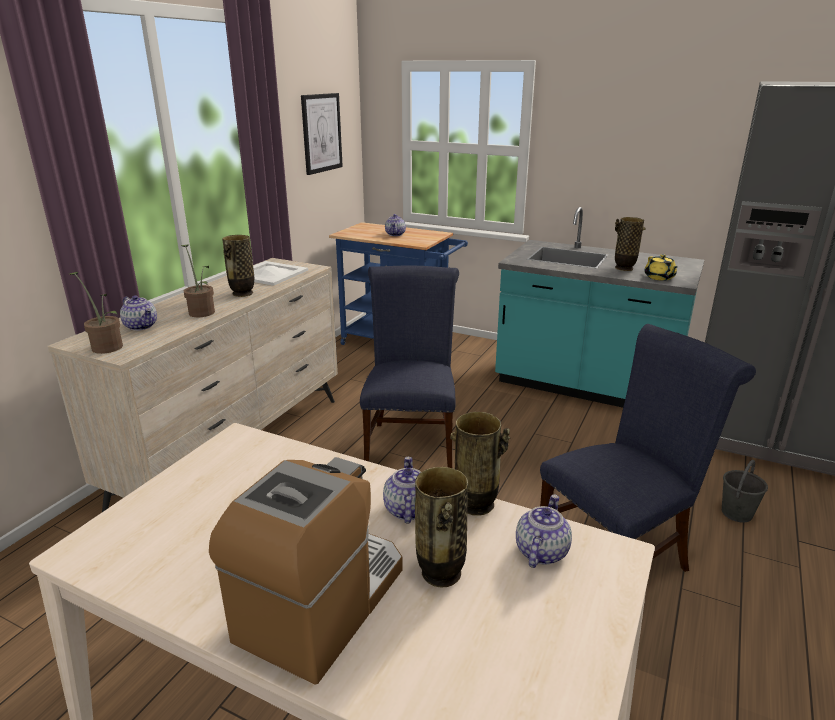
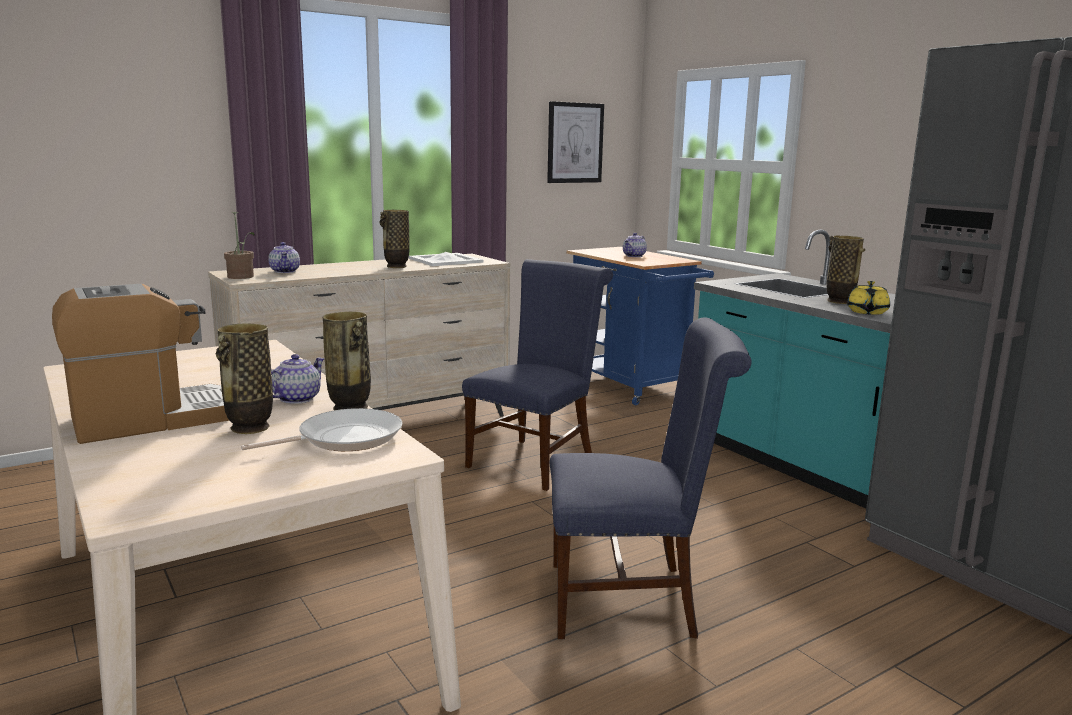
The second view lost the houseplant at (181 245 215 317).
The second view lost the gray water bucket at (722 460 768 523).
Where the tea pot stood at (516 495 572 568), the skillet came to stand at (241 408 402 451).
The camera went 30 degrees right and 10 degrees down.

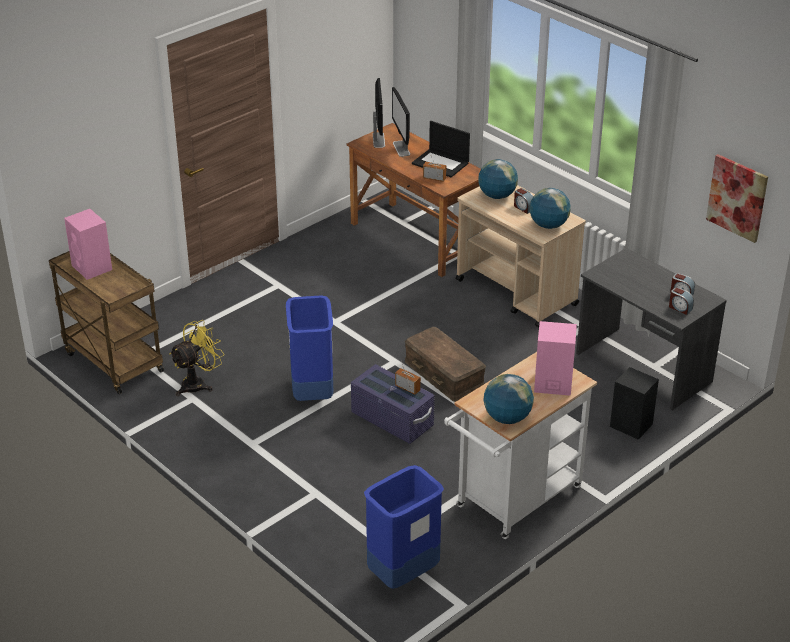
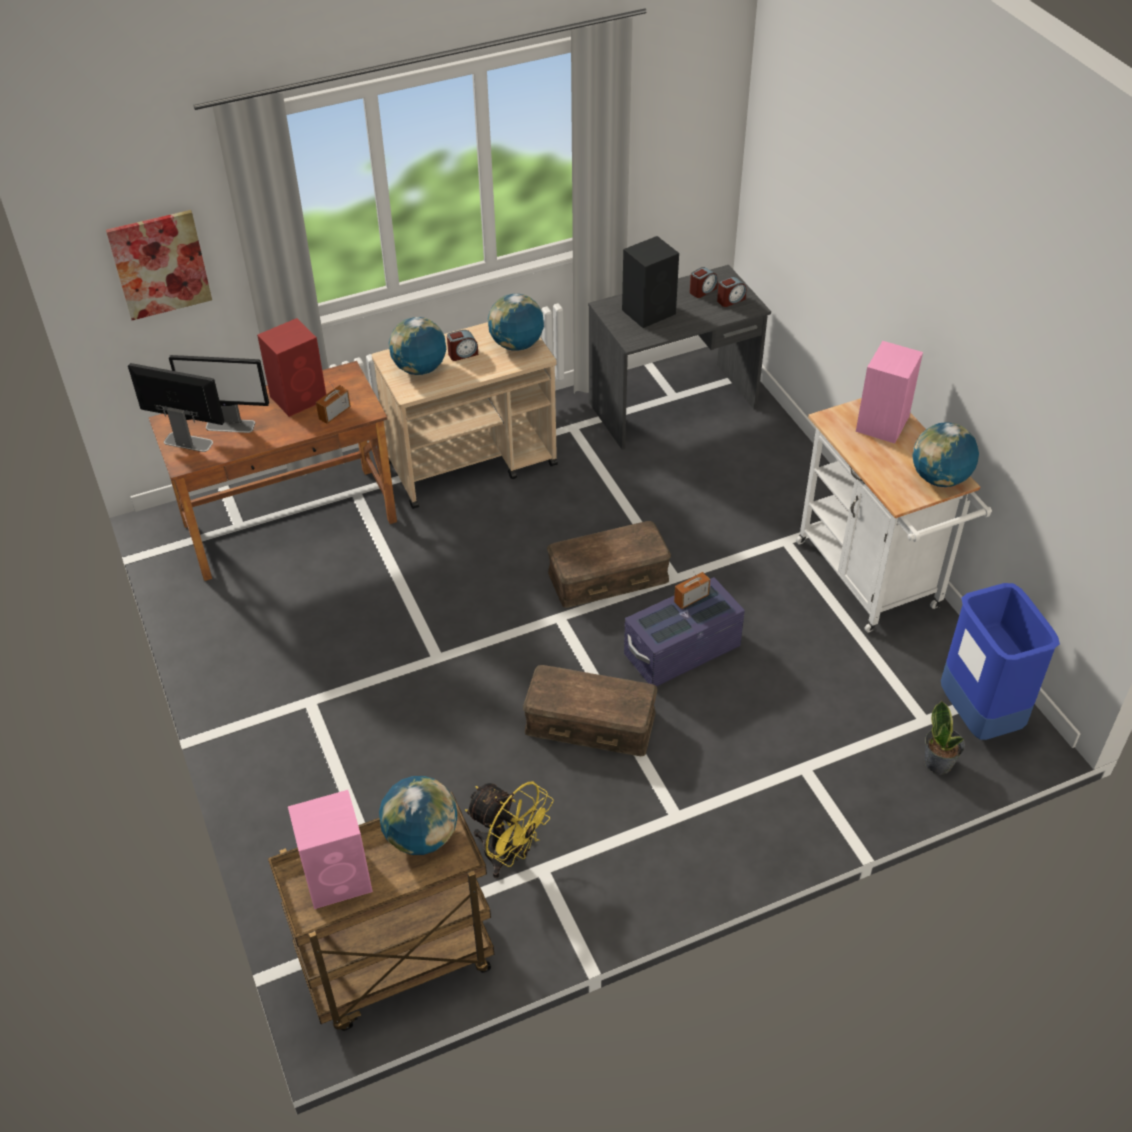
Where the notebook computer stood at (412 121 470 177), the red audio speaker came to stand at (257 318 326 417).
The wall picture ended up elsewhere, having gone from (706 154 768 243) to (106 210 212 320).
Where the bluish rubbish bin stood at (286 296 333 401), the brown-coloured storage bin came to stand at (523 665 658 756).
The yellowish cooling fan at (169 320 224 396) ended up facing another way, 150 degrees clockwise from before.
The blackish audio speaker ended up elsewhere, having gone from (610 367 659 440) to (622 236 679 328).
The second view gained the houseplant at (924 700 965 775).
The second view gained the world globe at (379 776 457 855).
The camera went 70 degrees left and 10 degrees up.

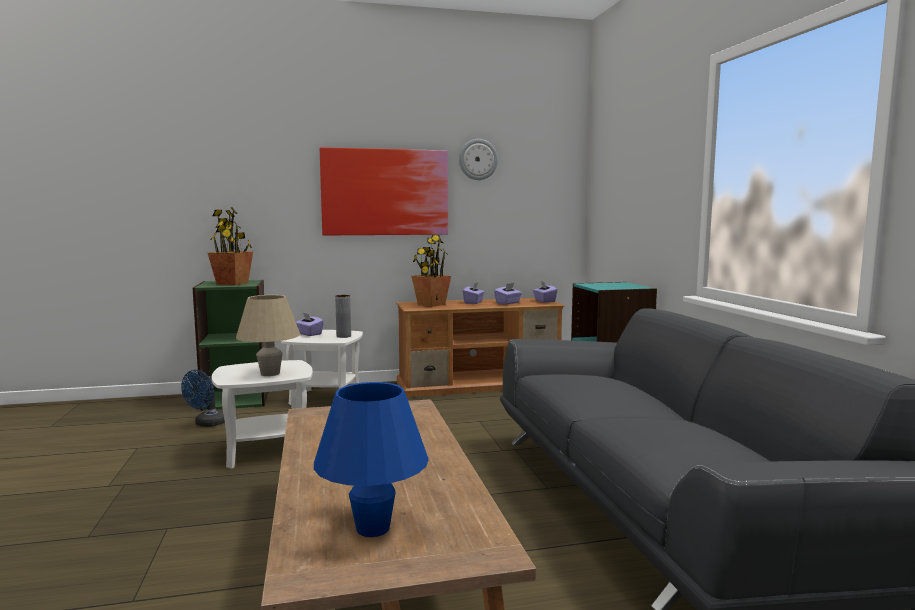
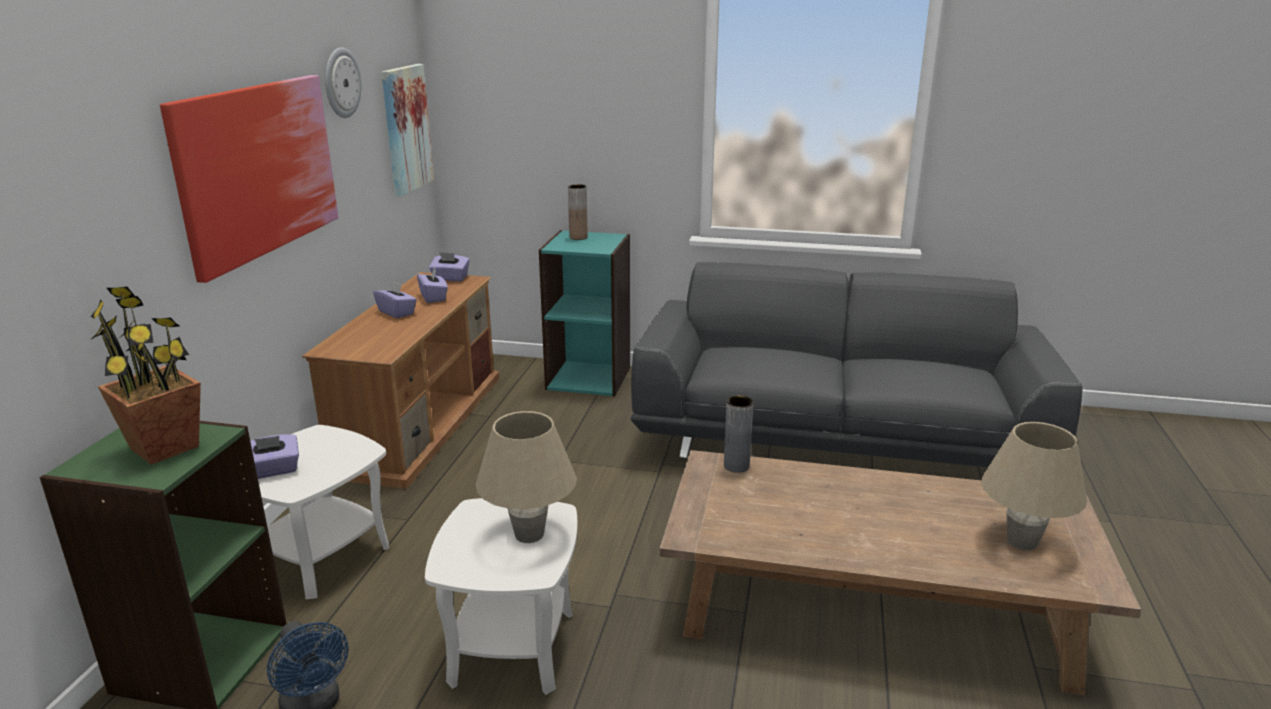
The second view lost the houseplant at (412 235 451 307).
The gray decorative vase ended up elsewhere, having gone from (335 295 351 338) to (724 396 753 473).
What was the bluish table lamp at (314 382 429 537) turned into the beige table lamp at (981 422 1087 551).
The second view gained the wall picture at (381 64 434 197).
The second view gained the brown-coloured decorative vase at (568 184 588 240).
The camera went 65 degrees left and 15 degrees up.

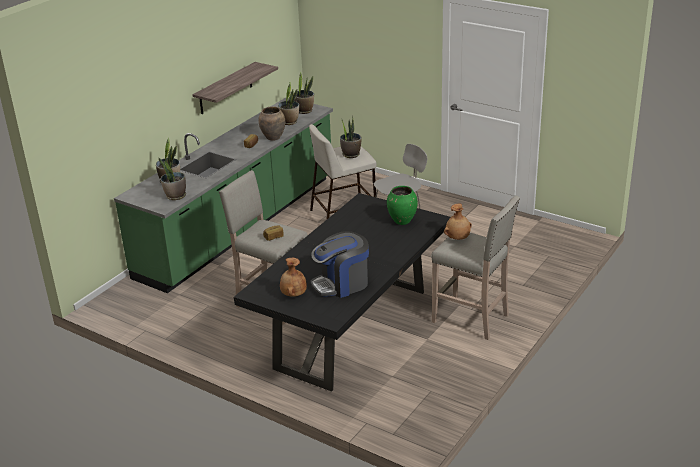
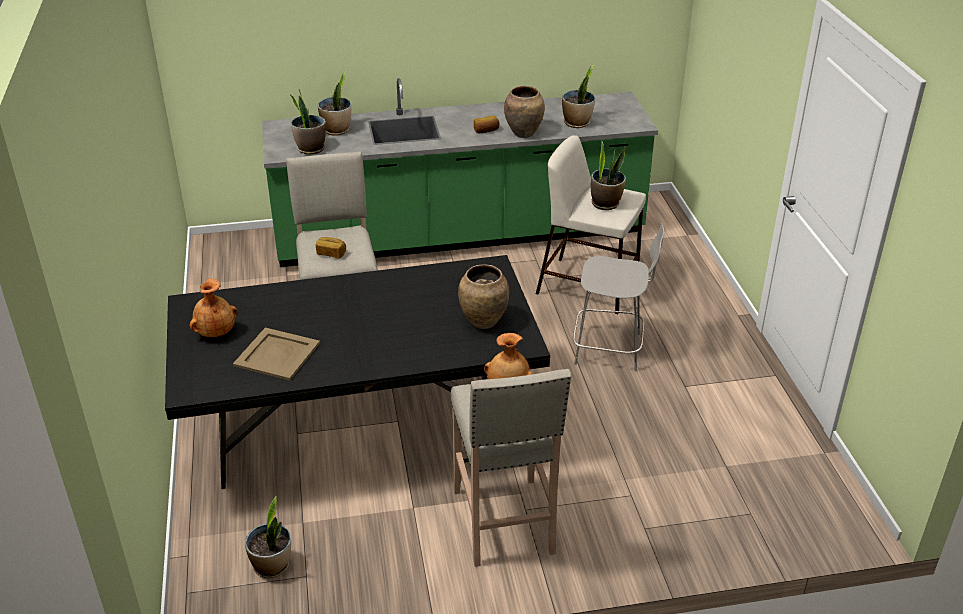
The second view lost the shelf at (192 62 278 114).
The houseplant ended up elsewhere, having gone from (294 72 314 114) to (245 495 291 578).
What was the green decorative vase at (387 186 418 225) turned into the brown-coloured decorative vase at (458 264 509 329).
Where the coffee brewer stood at (311 231 369 298), the beige carrying tray came to stand at (233 328 320 381).
The camera went 45 degrees right and 5 degrees up.

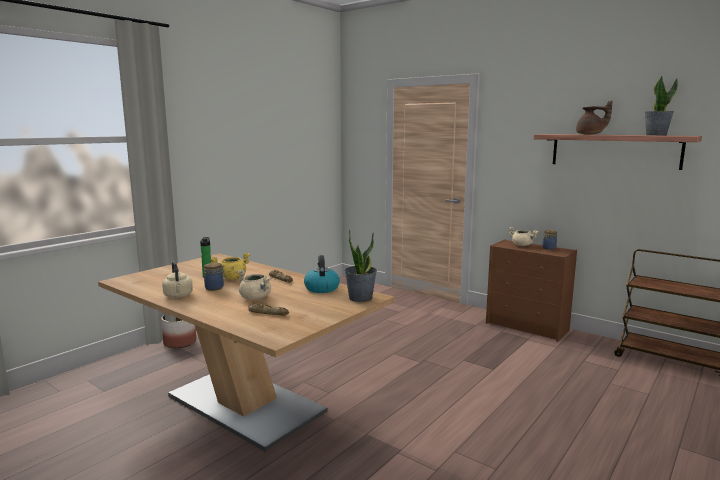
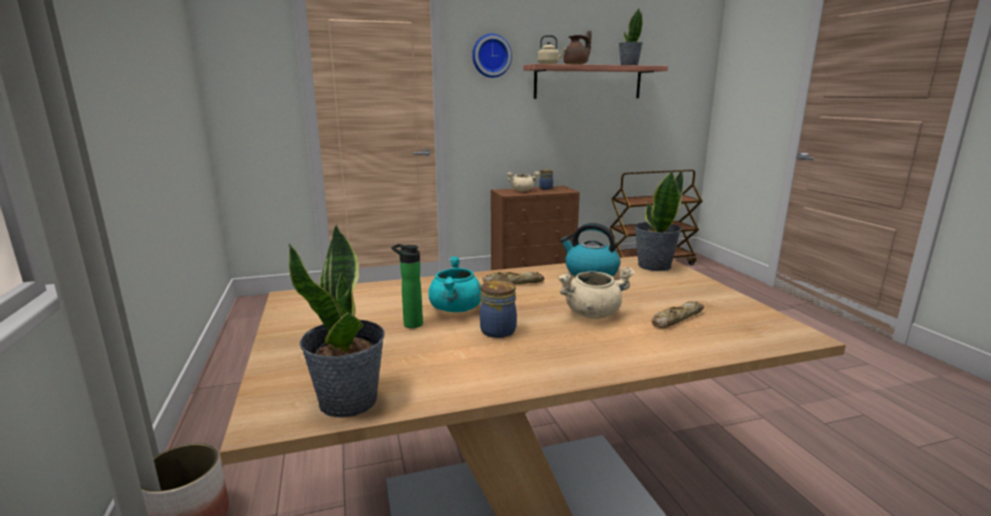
What was the yellowish cooking pot at (210 253 250 279) turned into the blue-green cooking pot at (428 256 481 312).
The beige kettle ended up elsewhere, having gone from (162 261 193 298) to (537 35 566 64).
The second view gained the wall clock at (472 34 512 78).
The second view gained the houseplant at (289 224 385 418).
The camera went 55 degrees left and 5 degrees up.

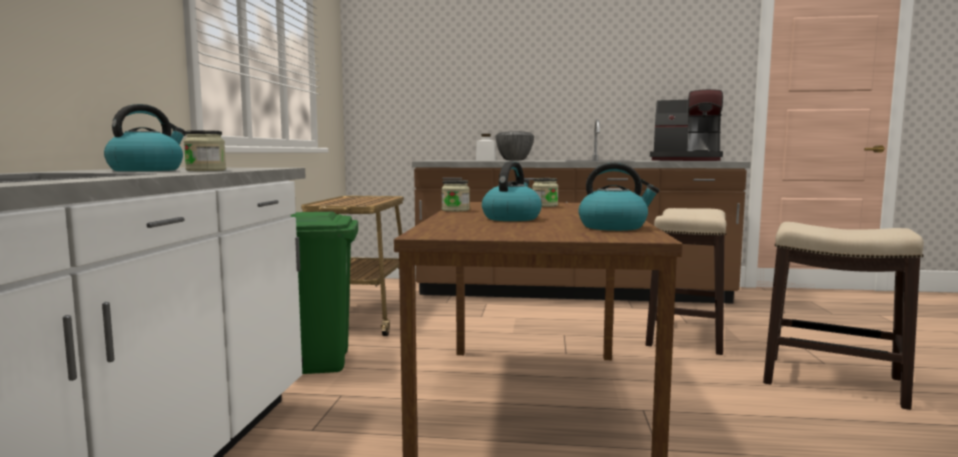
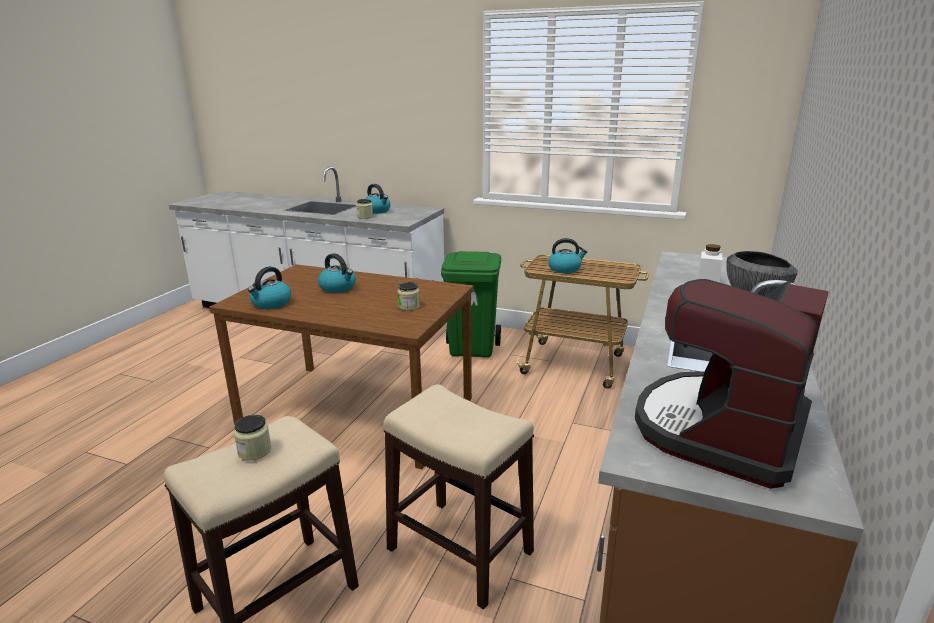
The storage jar ended up elsewhere, having gone from (441 180 470 212) to (234 415 271 461).
The second view gained the kettle at (548 238 587 273).
The camera went 105 degrees right and 15 degrees up.

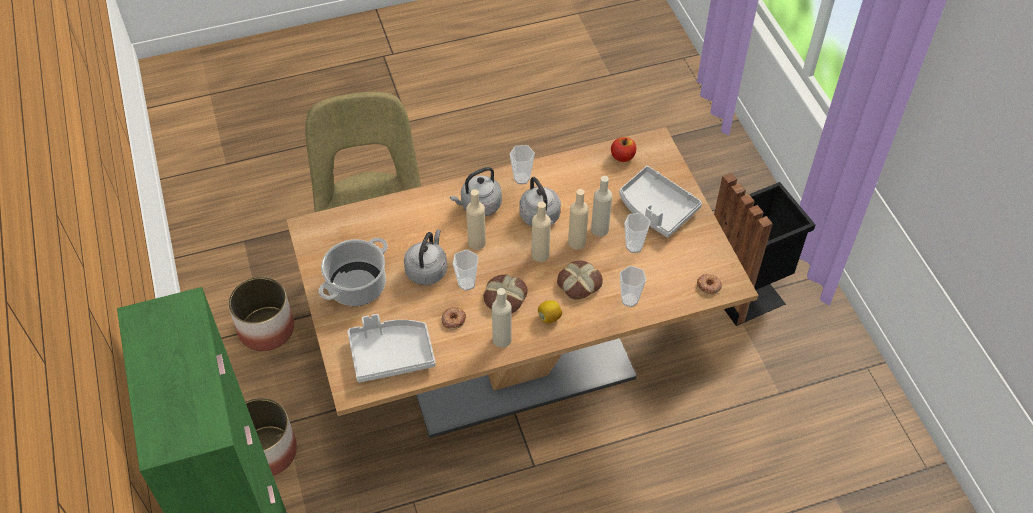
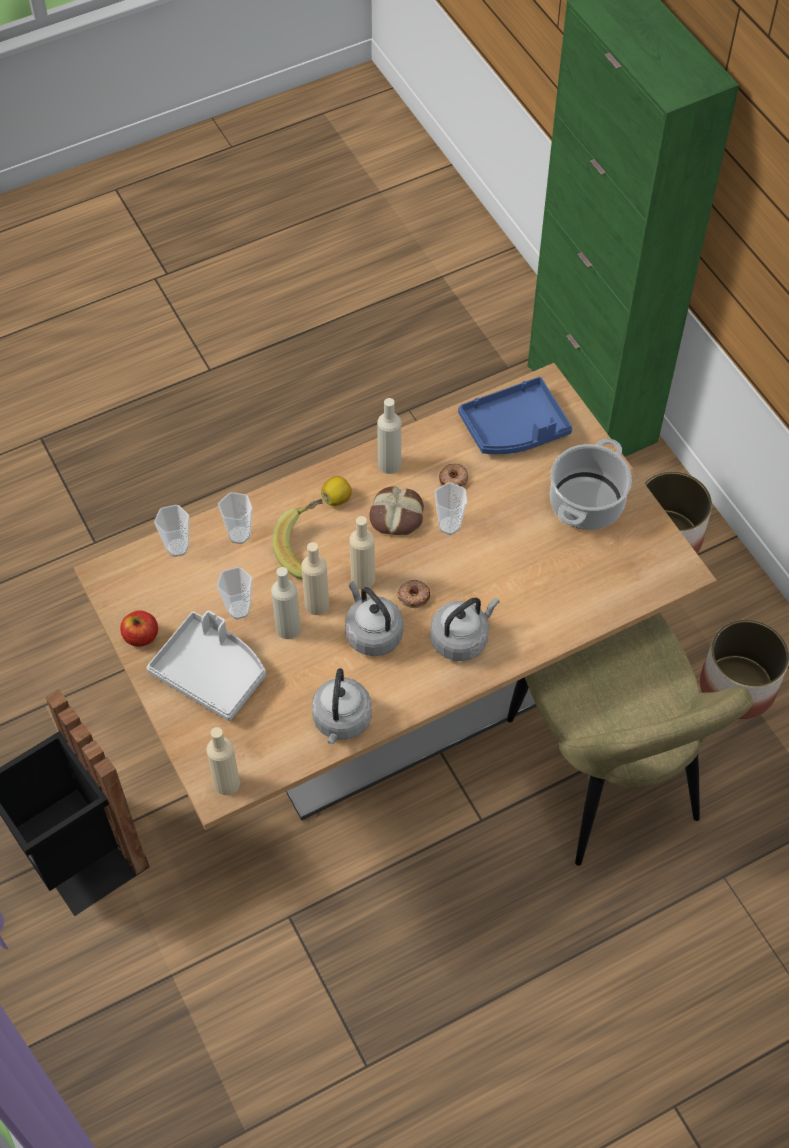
The whole apple ended up elsewhere, having gone from (611 137 636 162) to (120 610 158 647).
The small cup ended up elsewhere, having gone from (510 145 535 184) to (154 505 189 557).
The beige drink bottle ended up elsewhere, having gone from (466 189 486 250) to (206 727 240 795).
The gray kettle ended up elsewhere, having gone from (404 229 447 285) to (312 668 372 744).
Where the bakery bread stood at (557 261 603 300), the whole banana came to stand at (272 499 323 580).
The doughnut ended up elsewhere, having gone from (697 274 722 295) to (397 580 430 608).
What was the gray carrying tray at (347 314 436 383) turned into the bluish carrying tray at (458 377 572 454).
The camera went 170 degrees right and 5 degrees up.

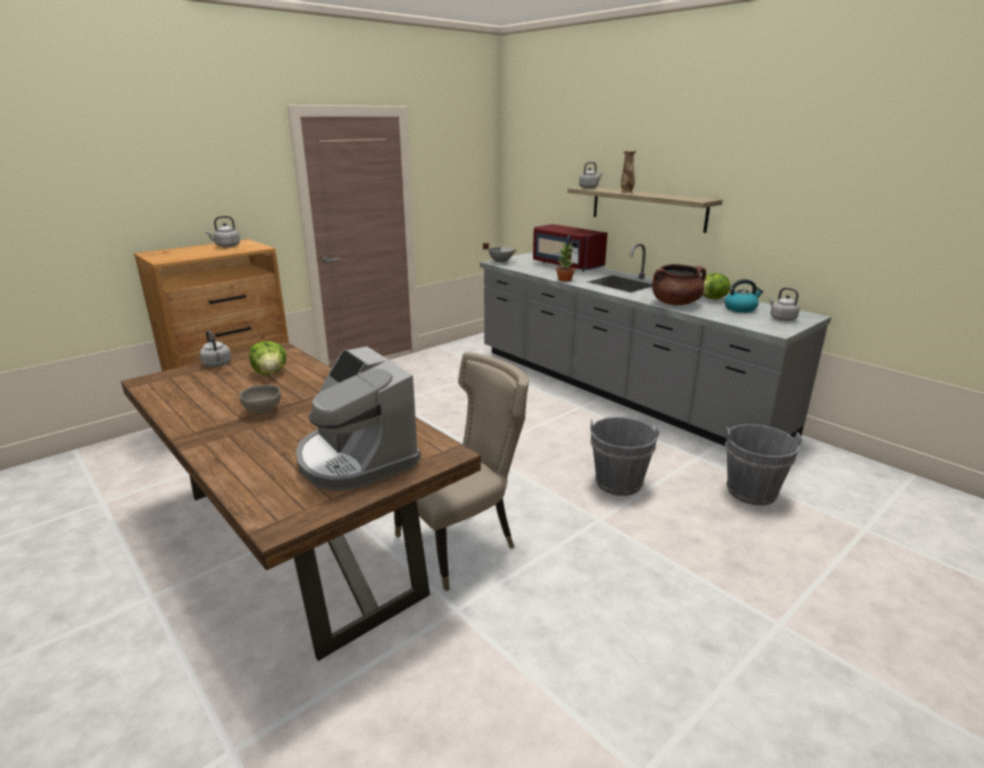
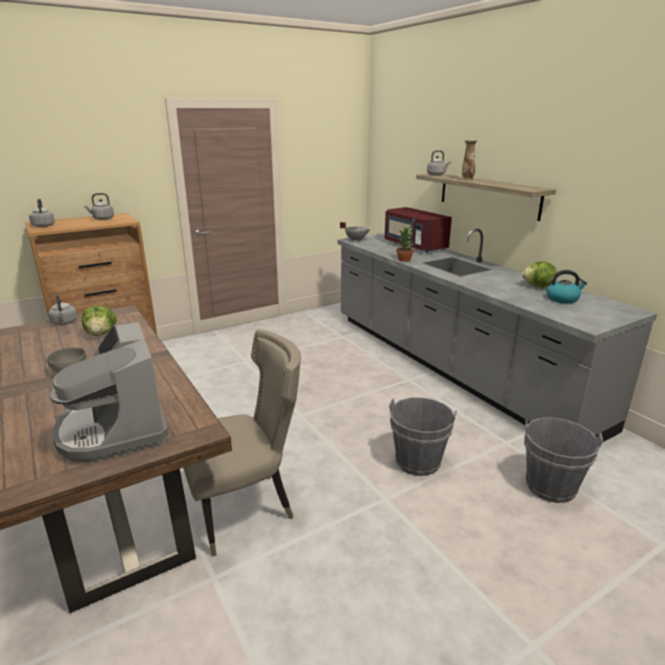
The second view lost the brown-coloured cooking pot at (652 264 706 305).
The gray kettle ended up elsewhere, having gone from (769 287 800 321) to (29 199 55 227).
The camera went 10 degrees right and 0 degrees up.

